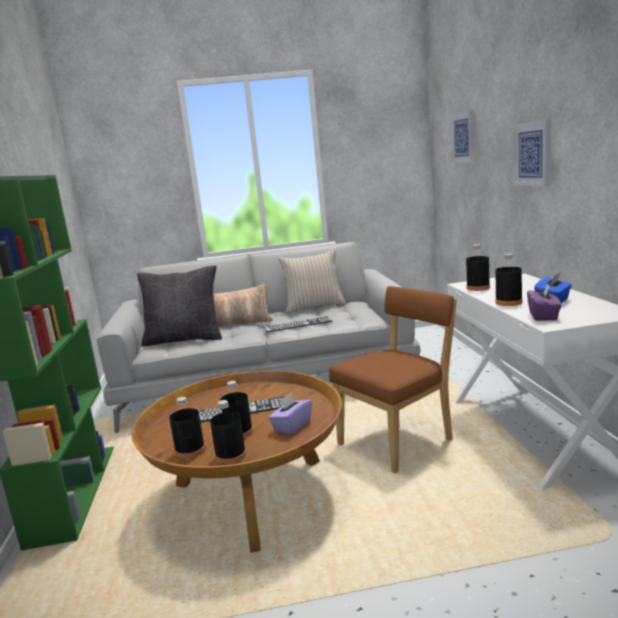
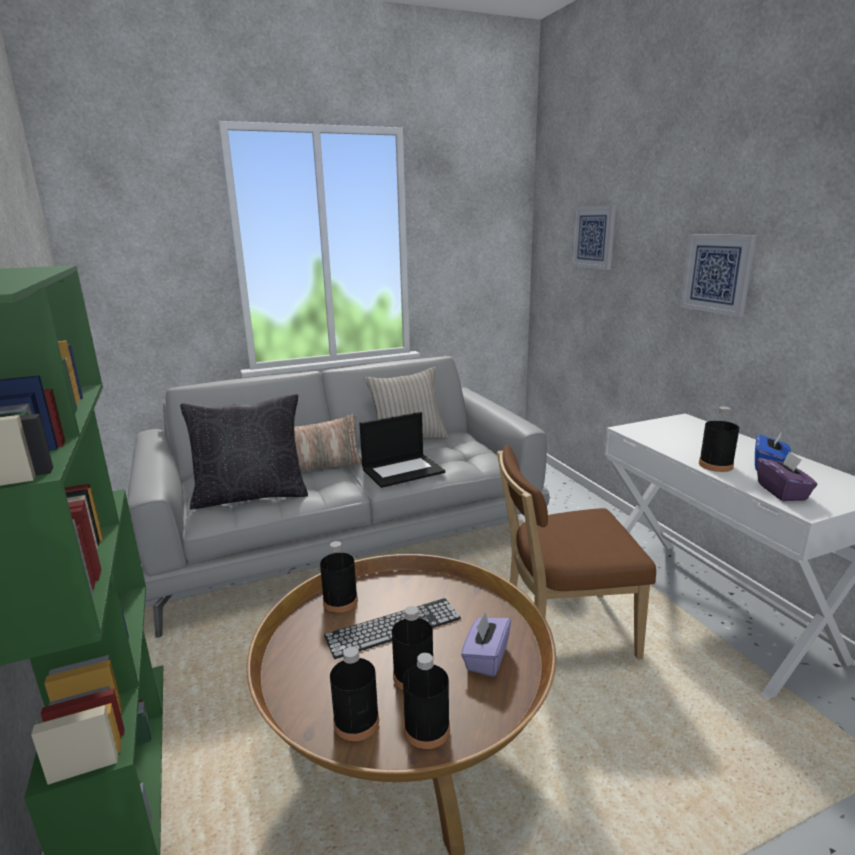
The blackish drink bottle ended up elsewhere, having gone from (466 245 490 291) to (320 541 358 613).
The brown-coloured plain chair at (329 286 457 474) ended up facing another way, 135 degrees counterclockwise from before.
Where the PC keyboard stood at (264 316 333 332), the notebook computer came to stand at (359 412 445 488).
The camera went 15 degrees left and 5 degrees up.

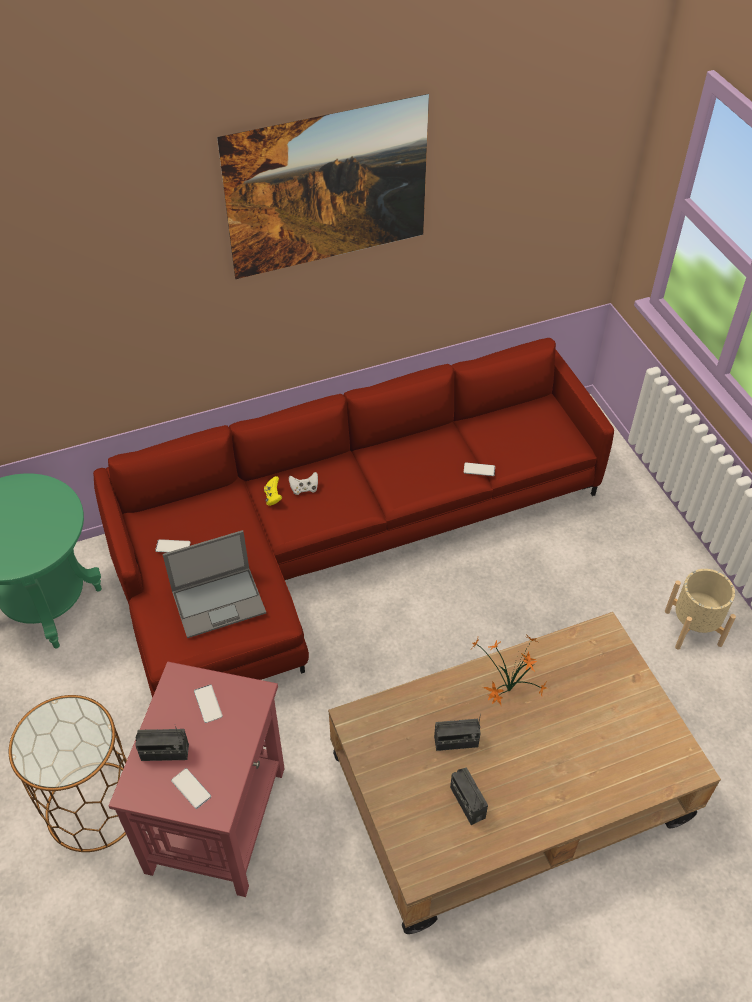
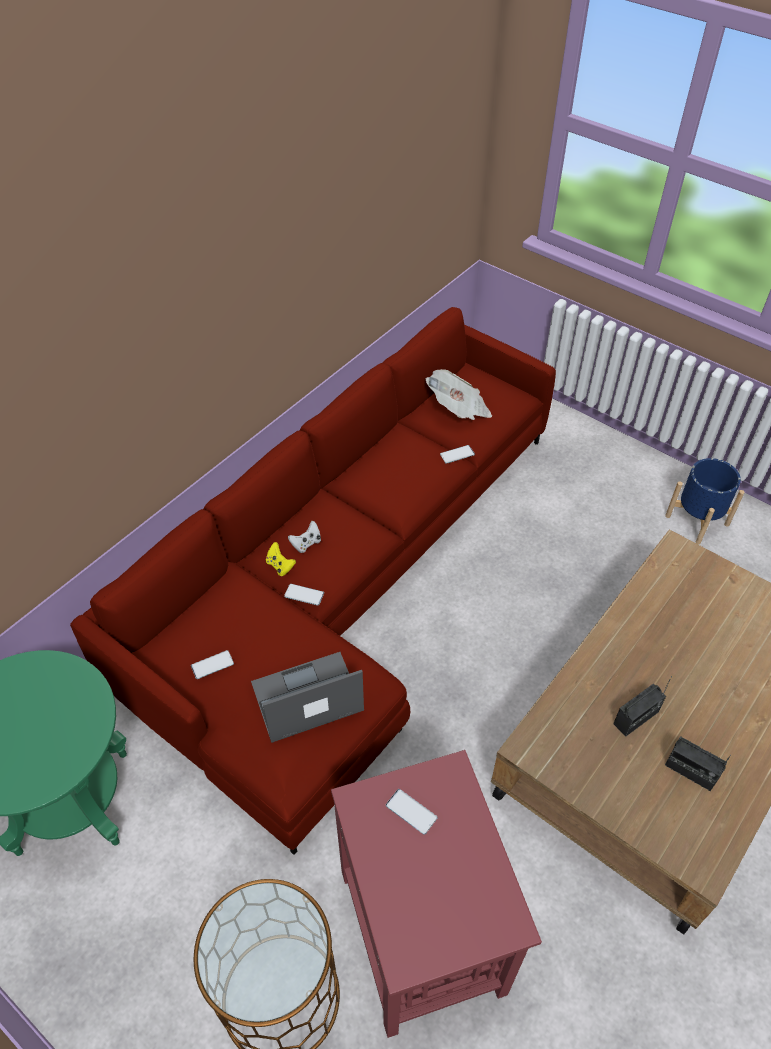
The second view lost the wall picture at (217 94 429 279).
The notebook computer at (163 530 266 638) ended up facing another way, 150 degrees counterclockwise from before.
What was the beige planter at (665 569 736 649) turned into the bluish planter at (665 458 745 544).
The second view lost the houseplant at (470 635 547 705).
The second view lost the radio set at (135 726 189 761).
The phone ended up elsewhere, having gone from (171 768 211 809) to (284 584 324 606).
The second view gained the newspaper at (426 369 492 420).
The camera went 30 degrees left and 0 degrees up.

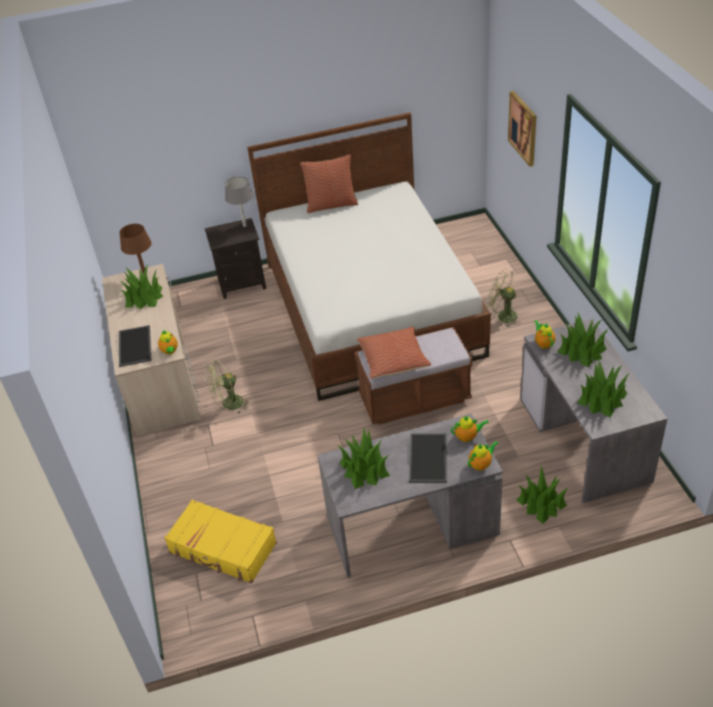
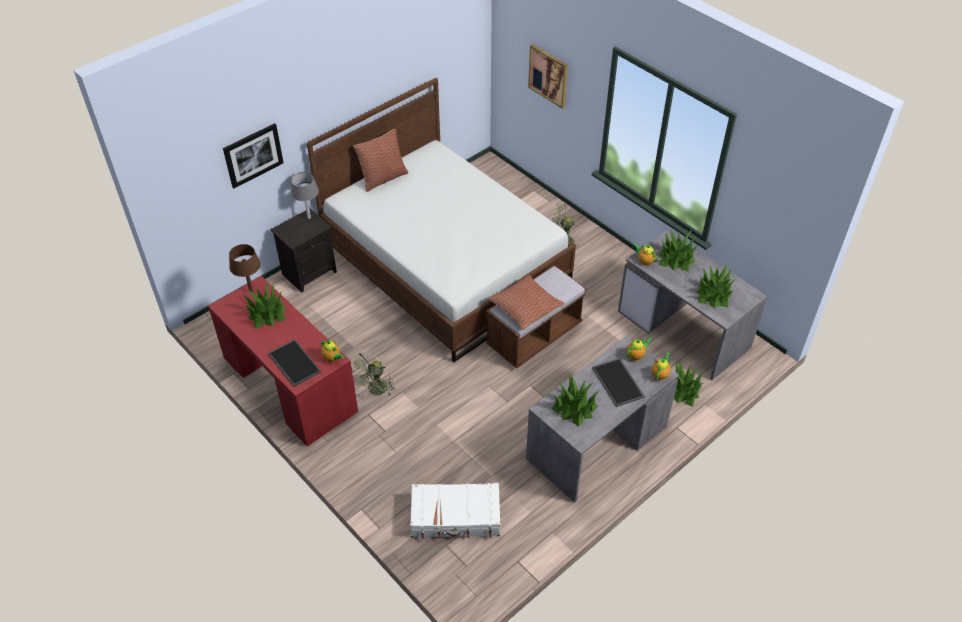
What was the beige desk at (102 264 201 436) turned into the red desk at (208 276 358 446).
What was the yellowish suitcase at (164 500 277 583) turned into the whitish suitcase at (410 483 500 539).
The second view gained the wall picture at (223 123 284 188).
The camera went 30 degrees left and 5 degrees up.

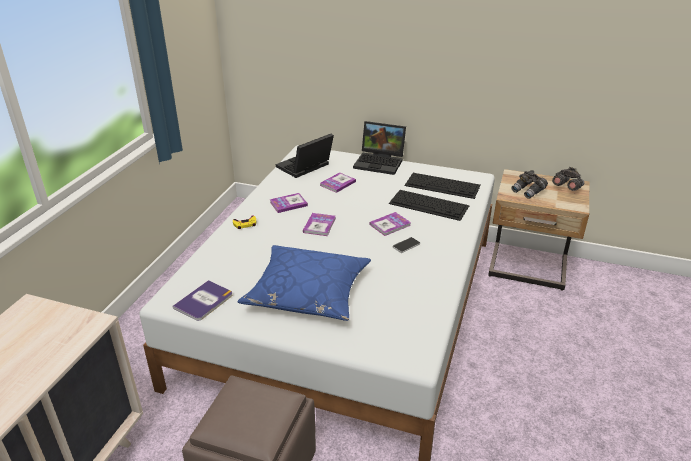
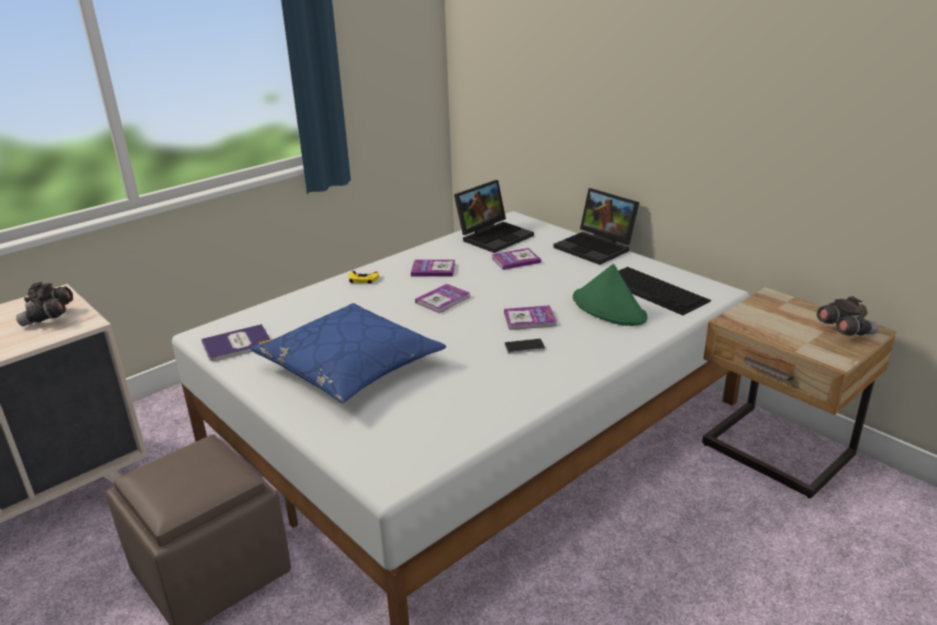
The notebook computer at (276 133 334 178) ended up facing another way, 150 degrees clockwise from before.
The gray pair of binoculars ended up elsewhere, having gone from (511 170 548 199) to (16 282 73 326).
Where the PC keyboard stood at (389 190 470 221), the green wearable hat came to stand at (573 264 647 326).
The camera went 30 degrees right and 5 degrees down.

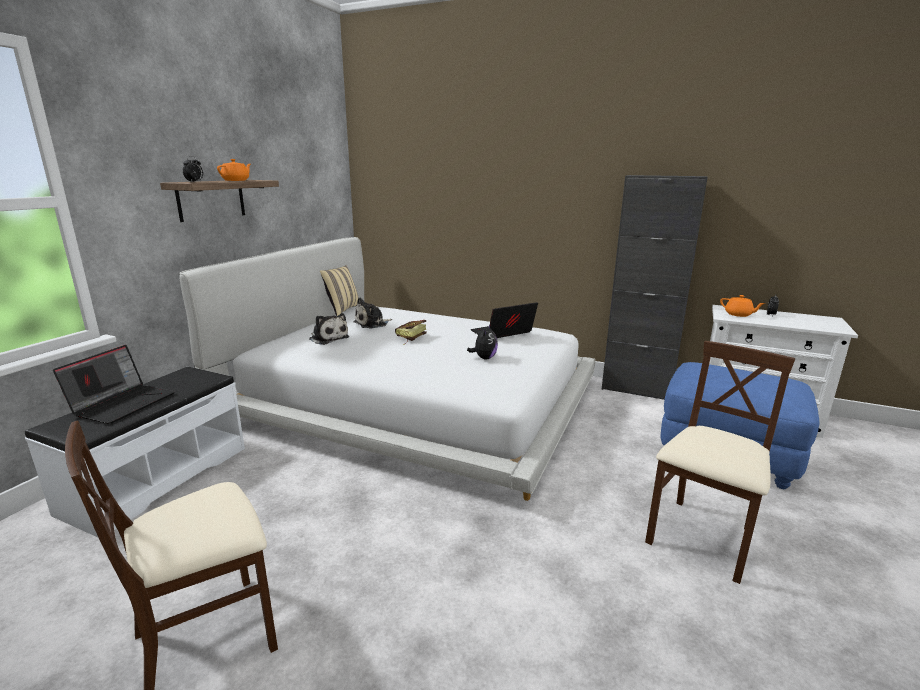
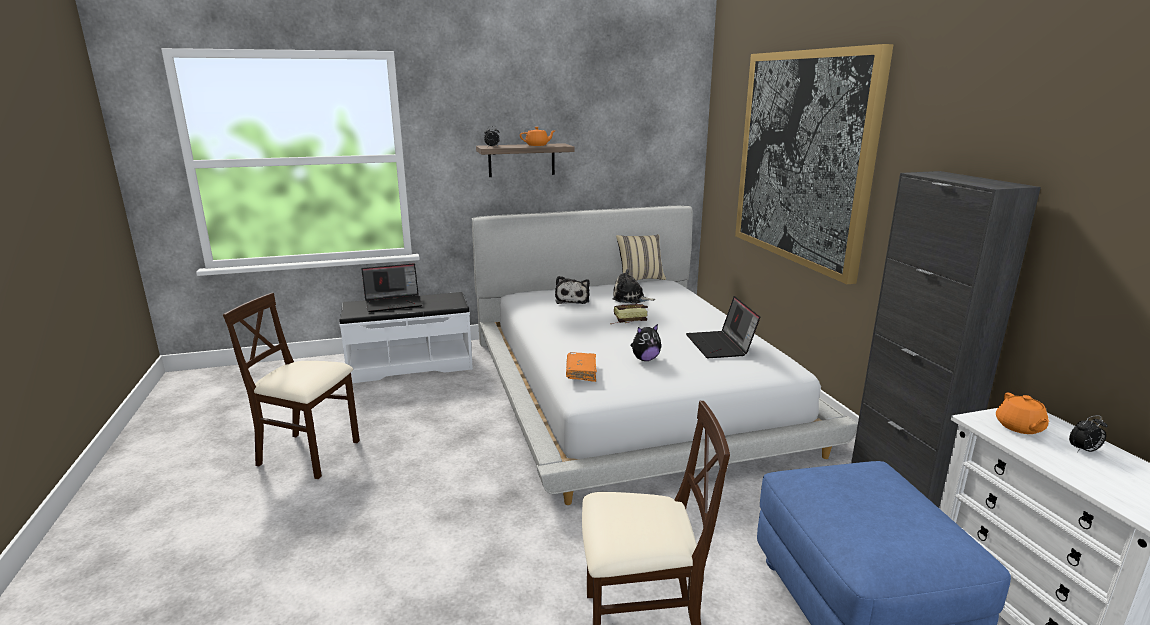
The notebook computer at (471 302 538 338) ended up facing another way, 120 degrees counterclockwise from before.
The second view gained the wall picture at (735 44 894 284).
The second view gained the orangey volume at (566 352 597 382).
The camera went 50 degrees right and 0 degrees up.

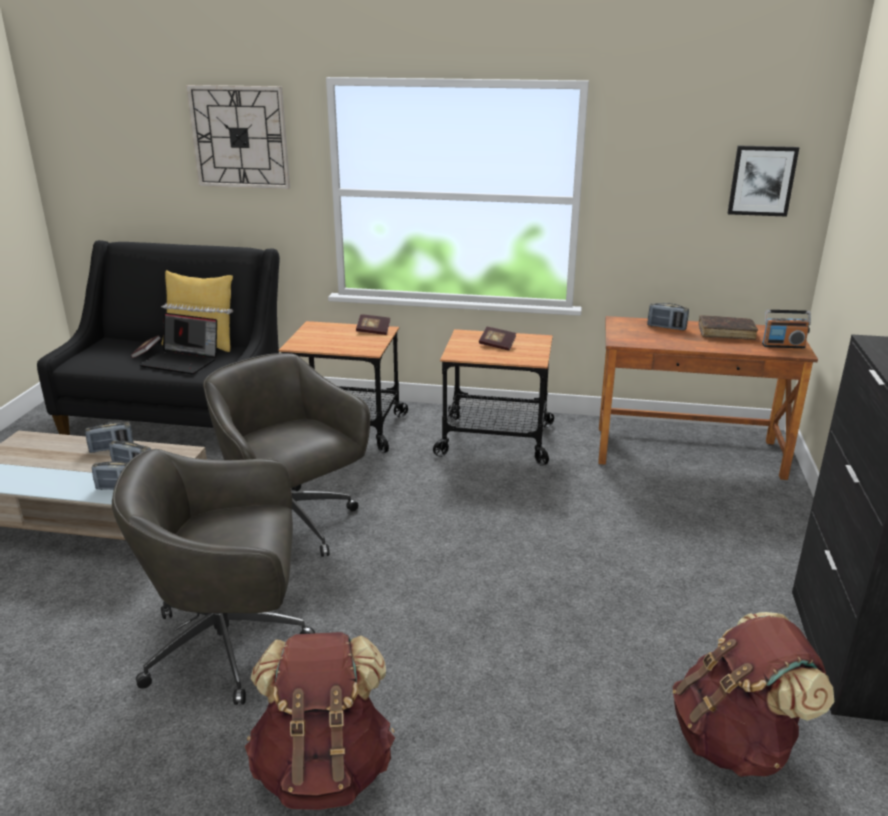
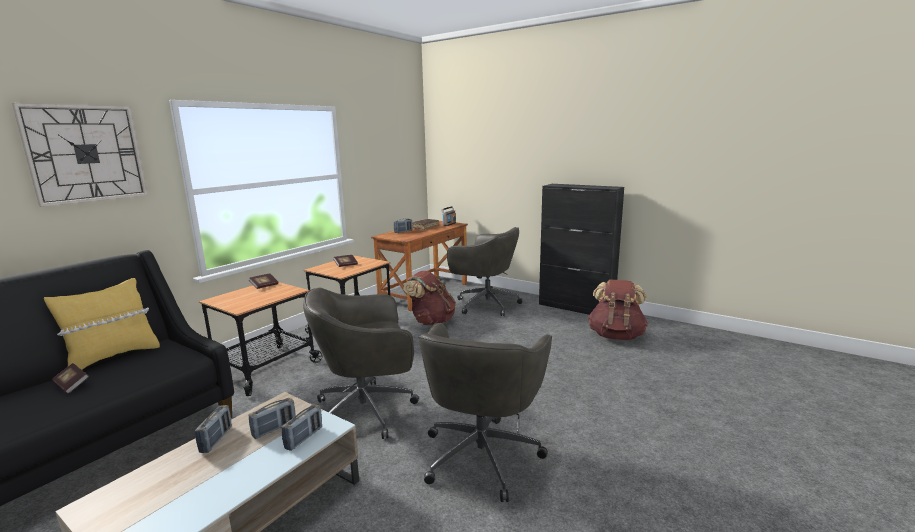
The second view lost the wall picture at (728 145 799 217).
The second view lost the notebook computer at (140 313 217 374).
The brown-coloured backpack ended up elsewhere, having gone from (245 632 395 810) to (403 271 456 325).
The second view gained the gray desk chair at (447 227 522 316).
The camera went 65 degrees left and 10 degrees down.

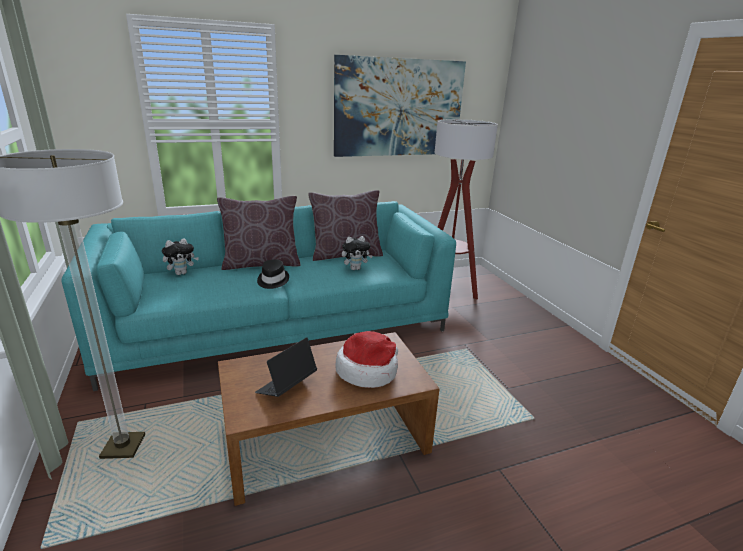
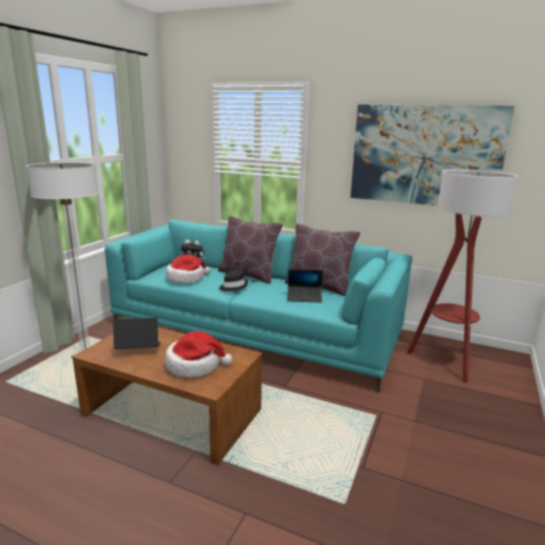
Where the plush toy stood at (342 236 373 270), the notebook computer came to stand at (288 269 323 303).
The second view gained the wearable hat at (166 254 211 283).
The camera went 45 degrees right and 5 degrees down.

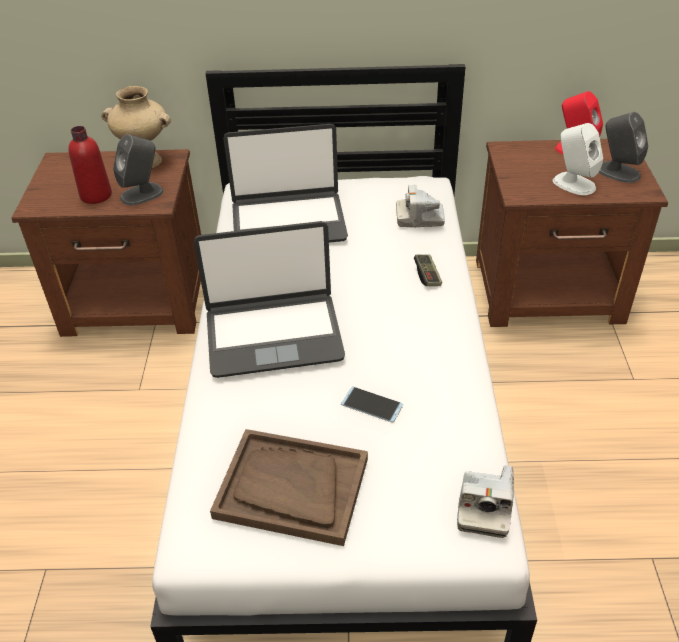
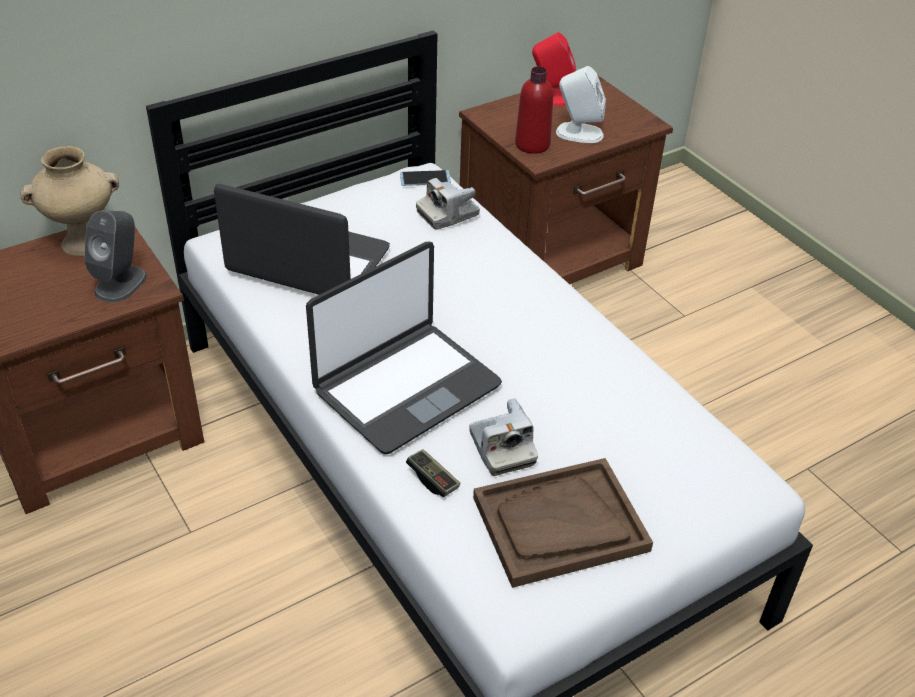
The second view lost the gray audio speaker at (599 112 648 183).
The notebook computer at (223 124 348 243) ended up facing another way, 120 degrees counterclockwise from before.
The red drink bottle ended up elsewhere, having gone from (68 126 112 204) to (515 66 553 154).
The gamepad ended up elsewhere, having gone from (414 255 442 286) to (406 449 460 497).
The phone ended up elsewhere, having gone from (341 387 403 423) to (400 170 451 186).
The photo camera ended up elsewhere, having gone from (457 465 514 538) to (469 398 538 476).
The camera went 35 degrees left and 0 degrees up.

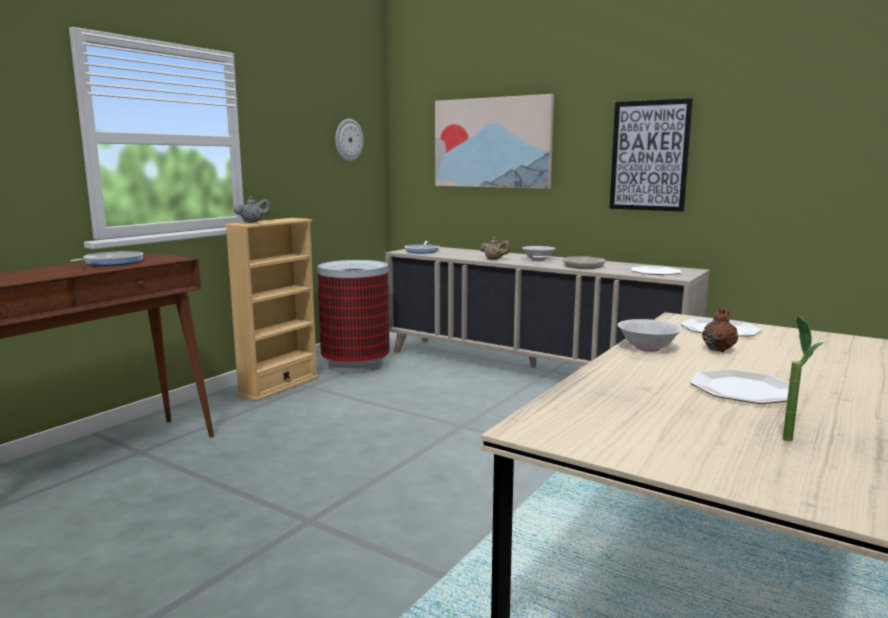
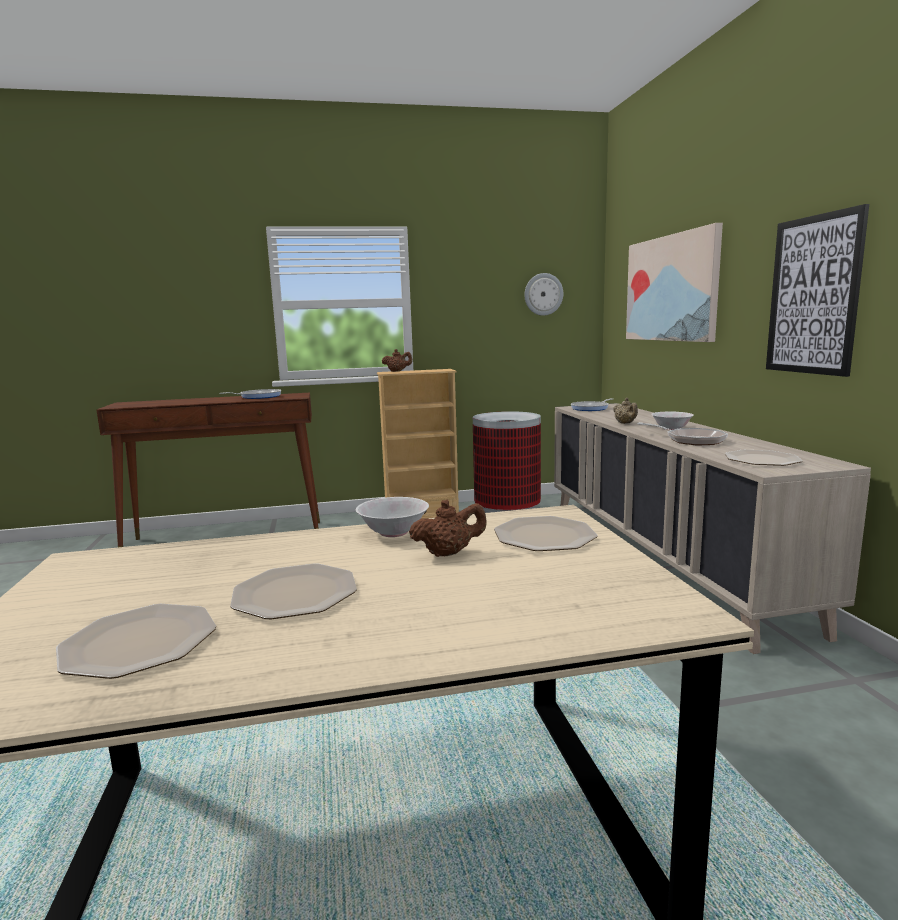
What was the gray tea pot at (234 196 270 223) turned into the brown-coloured tea pot at (382 349 413 372).
Where the houseplant stood at (783 316 824 441), the flat dish came to stand at (56 604 216 679).
The camera went 45 degrees right and 0 degrees up.

